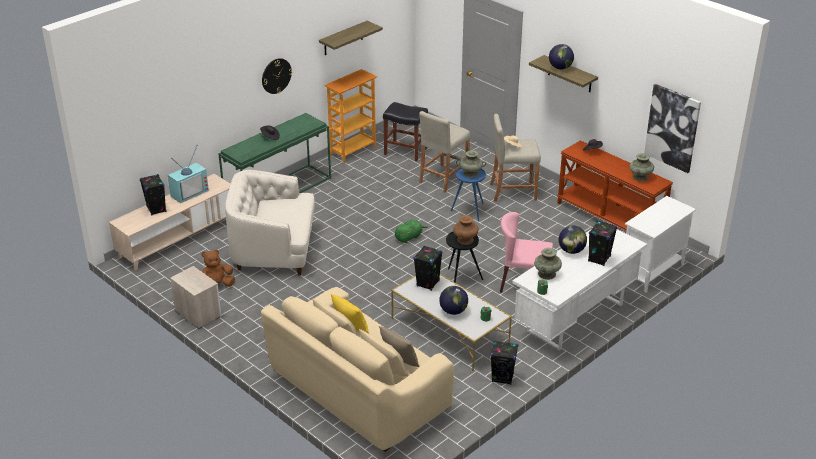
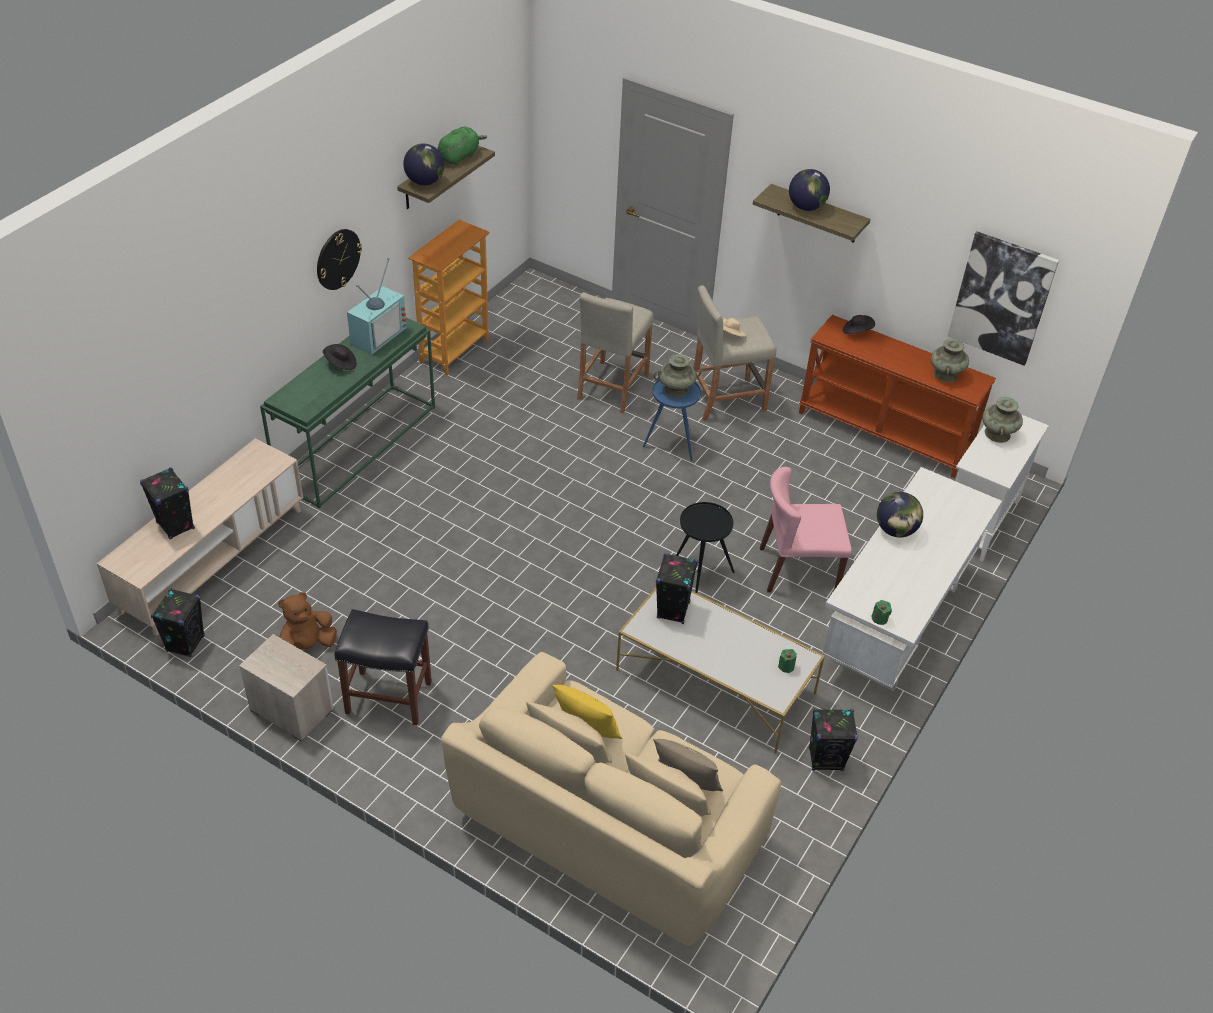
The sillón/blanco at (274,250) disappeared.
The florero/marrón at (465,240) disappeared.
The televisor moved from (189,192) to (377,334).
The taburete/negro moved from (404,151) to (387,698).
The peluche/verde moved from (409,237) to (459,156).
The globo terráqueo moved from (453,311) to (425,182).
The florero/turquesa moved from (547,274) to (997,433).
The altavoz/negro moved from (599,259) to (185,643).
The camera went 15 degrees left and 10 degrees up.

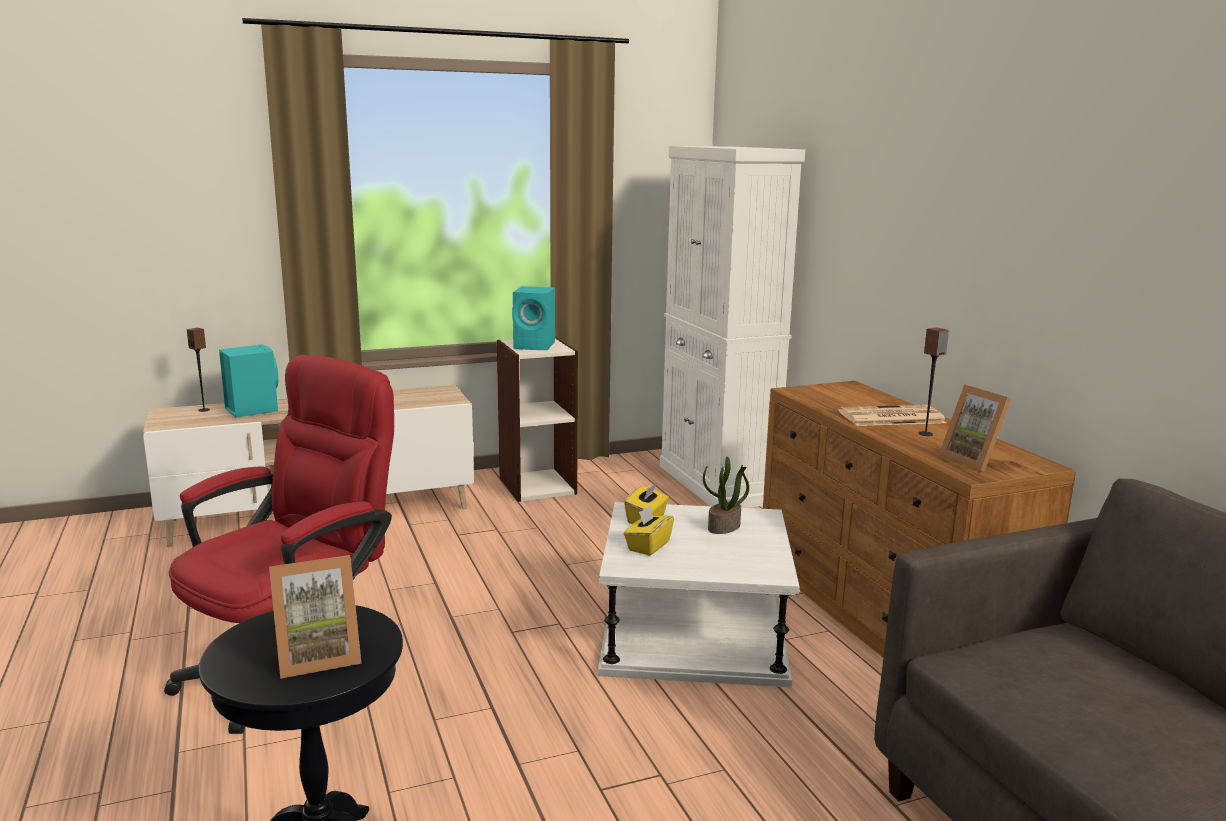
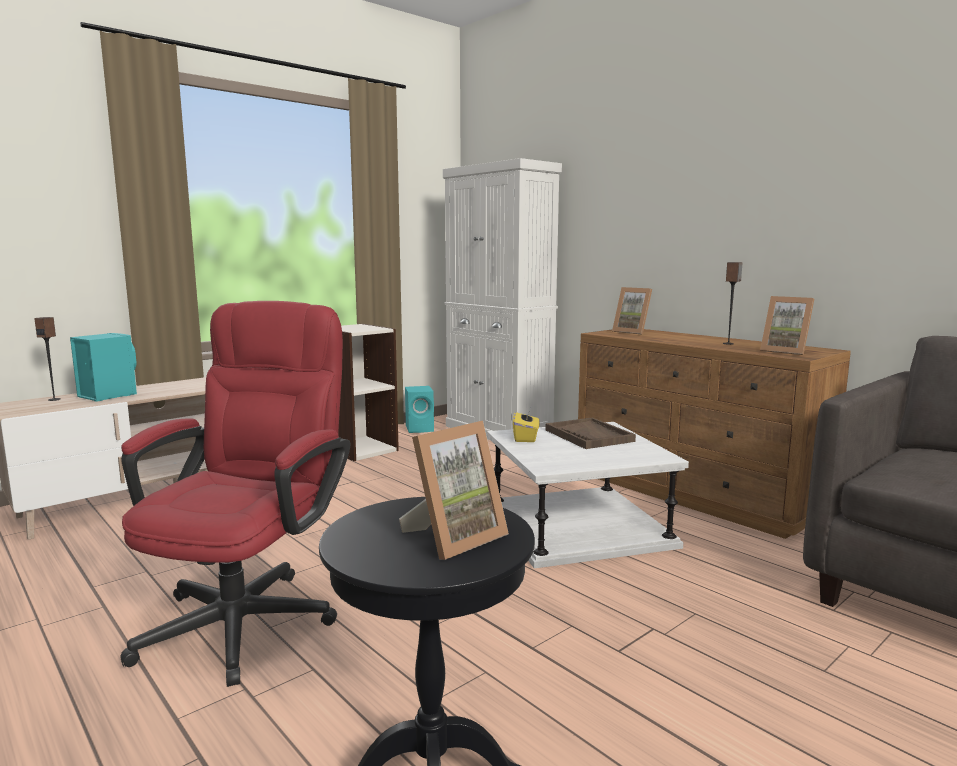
The caja de pañuelos/amarillo at (648,546) disappeared.
The periódico at (890,417) disappeared.
The portarretratos at (633,332) appeared.
The altavoz/turquesa moved from (536,346) to (421,429).
The planta en maceta at (724,527) was replaced by the bandeja/marrón at (589,435).
The camera went 20 degrees left and 5 degrees down.

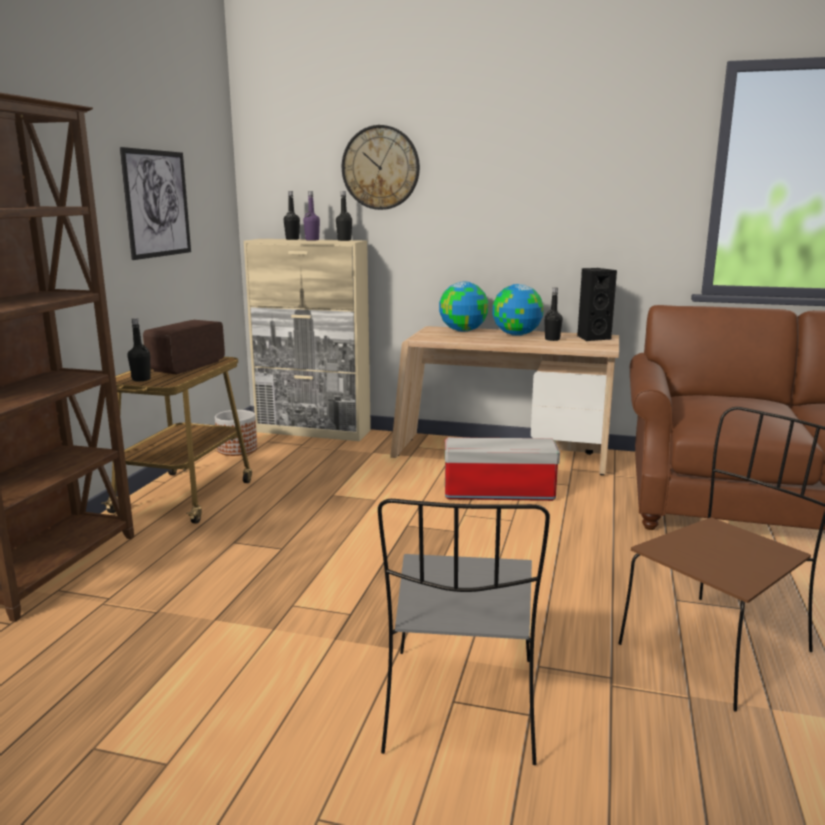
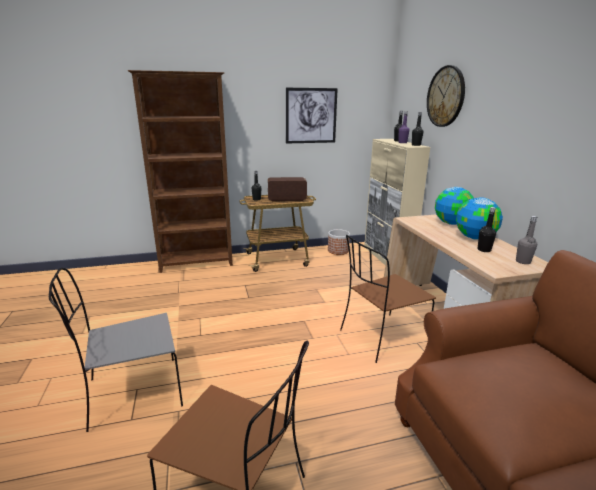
The caja de almacenaje at (497,493) was replaced by the silla/marrón at (382,337).
The altavoz/negro at (592,338) was replaced by the botella/gris at (523,261).
The camera went 60 degrees right and 5 degrees up.

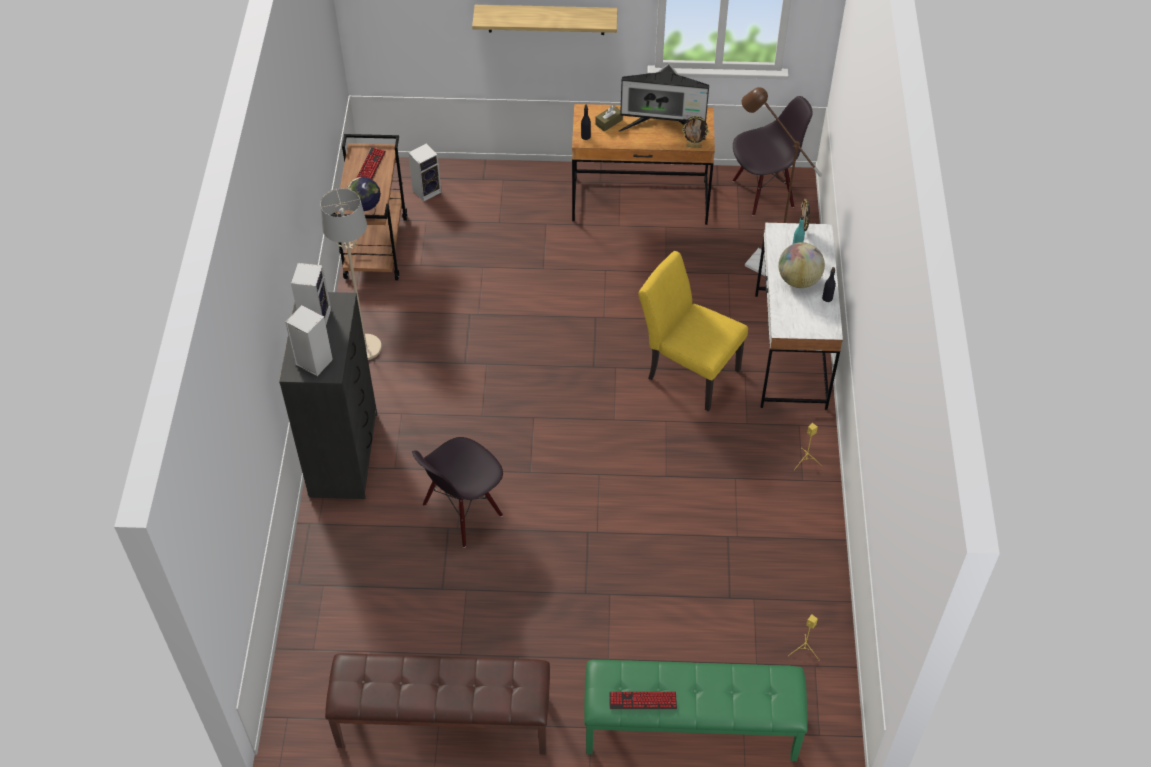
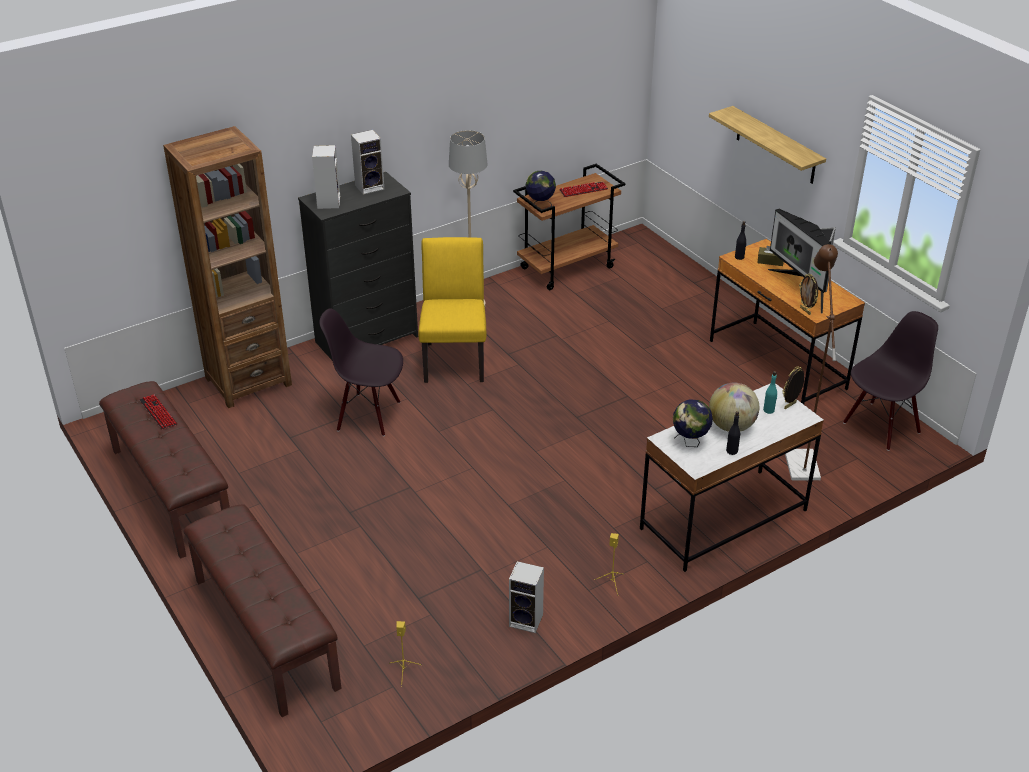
The estantería/marrón at (248,381) appeared.
The globo terráqueo at (690,442) appeared.
The altavoz moved from (427,190) to (527,620).
The teclado moved from (642,701) to (158,413).
The silla/amarillo moved from (687,371) to (455,358).
The banco/verde at (690,729) became the banco/marrón at (264,632).
The silla/negro at (763,193) turned 75 degrees counterclockwise.
The camera went 55 degrees right and 15 degrees down.

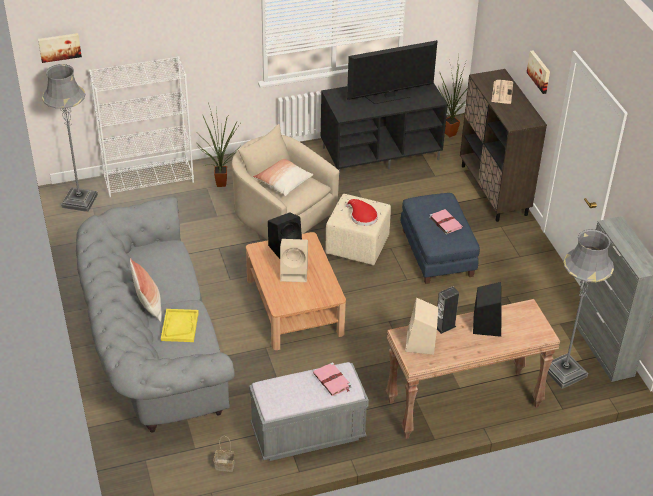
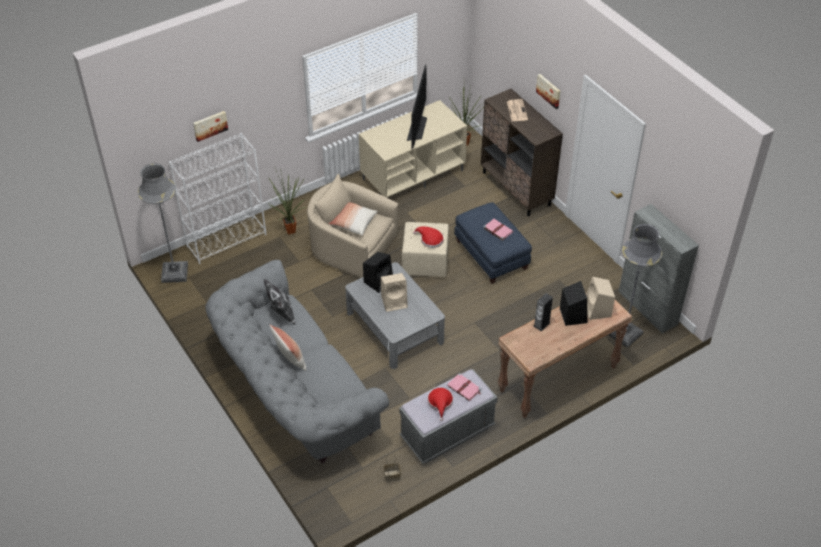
The bandeja/amarillo at (179,326) disappeared.
The cojín at (281,315) appeared.
The sombrero/rojo at (440,403) appeared.
The cuadro moved from (59,47) to (210,125).
The altavoz/beis moved from (420,343) to (597,310).
The mesa de centro/marrón at (294,306) became the mesa de centro/gris at (394,327).
The mueble de televisión/negro at (381,153) became the mueble de televisión/beis at (413,174).
The televisor at (389,96) turned 45 degrees counterclockwise.
The camera went 15 degrees left and 5 degrees up.

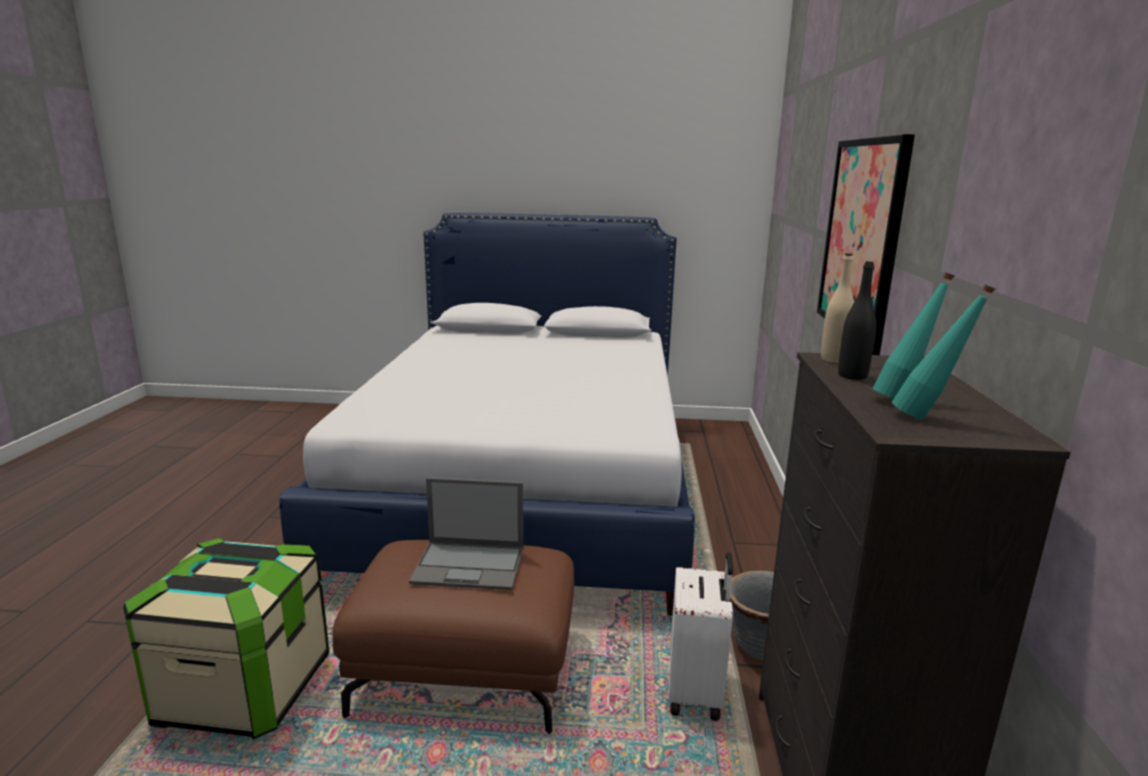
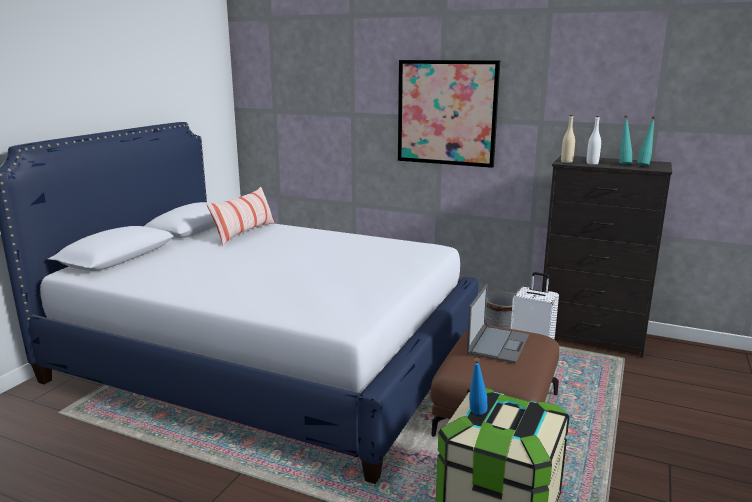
The cojín at (244,233) appeared.
The botella/azul at (476,416) appeared.
The botella/negro at (852,376) became the botella/blanco at (592,163).
The camera went 70 degrees left and 0 degrees up.

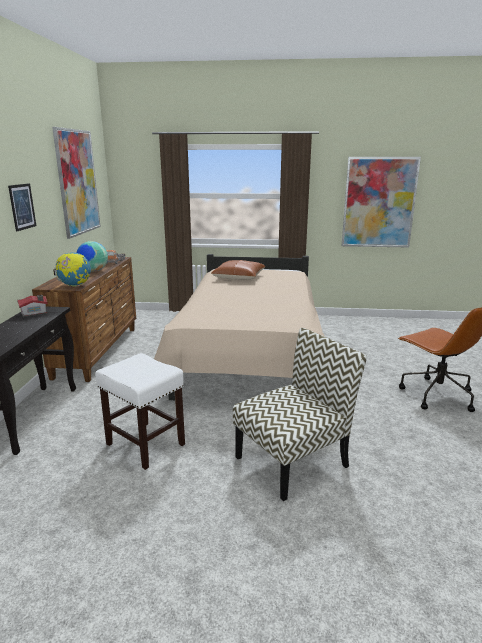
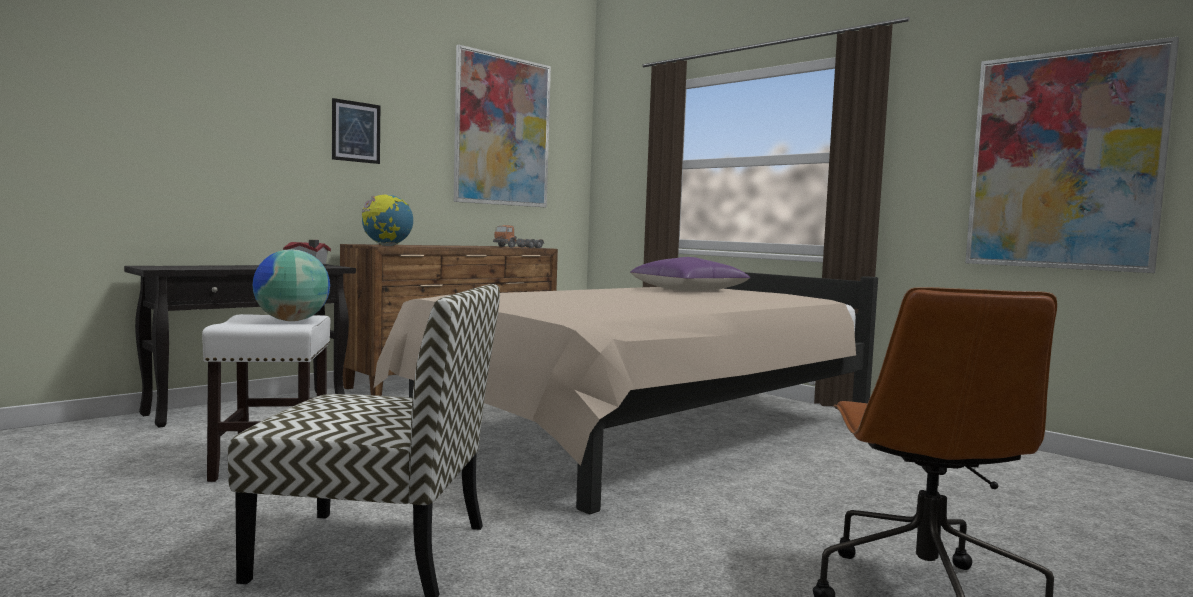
The globo terráqueo moved from (93,271) to (291,321).
The cojín/marrón at (239,277) became the cojín/morado at (688,290).
The camera went 40 degrees right and 15 degrees down.

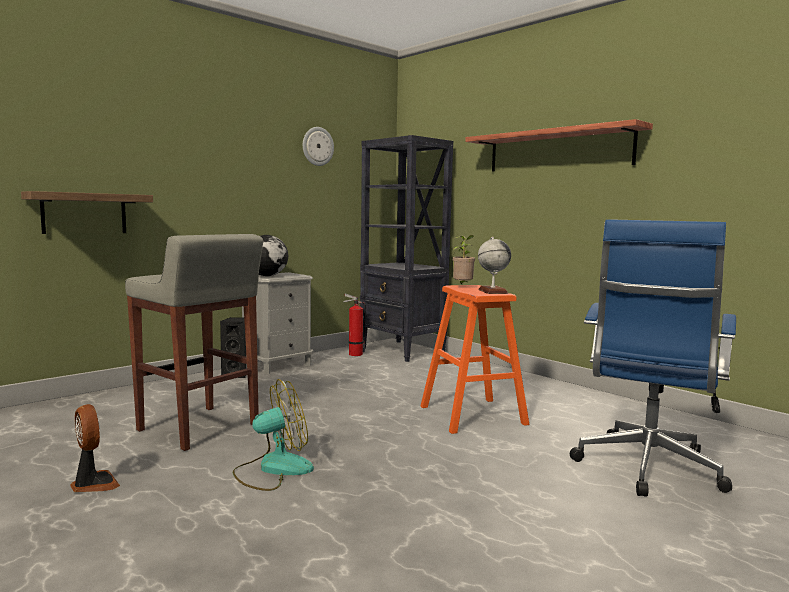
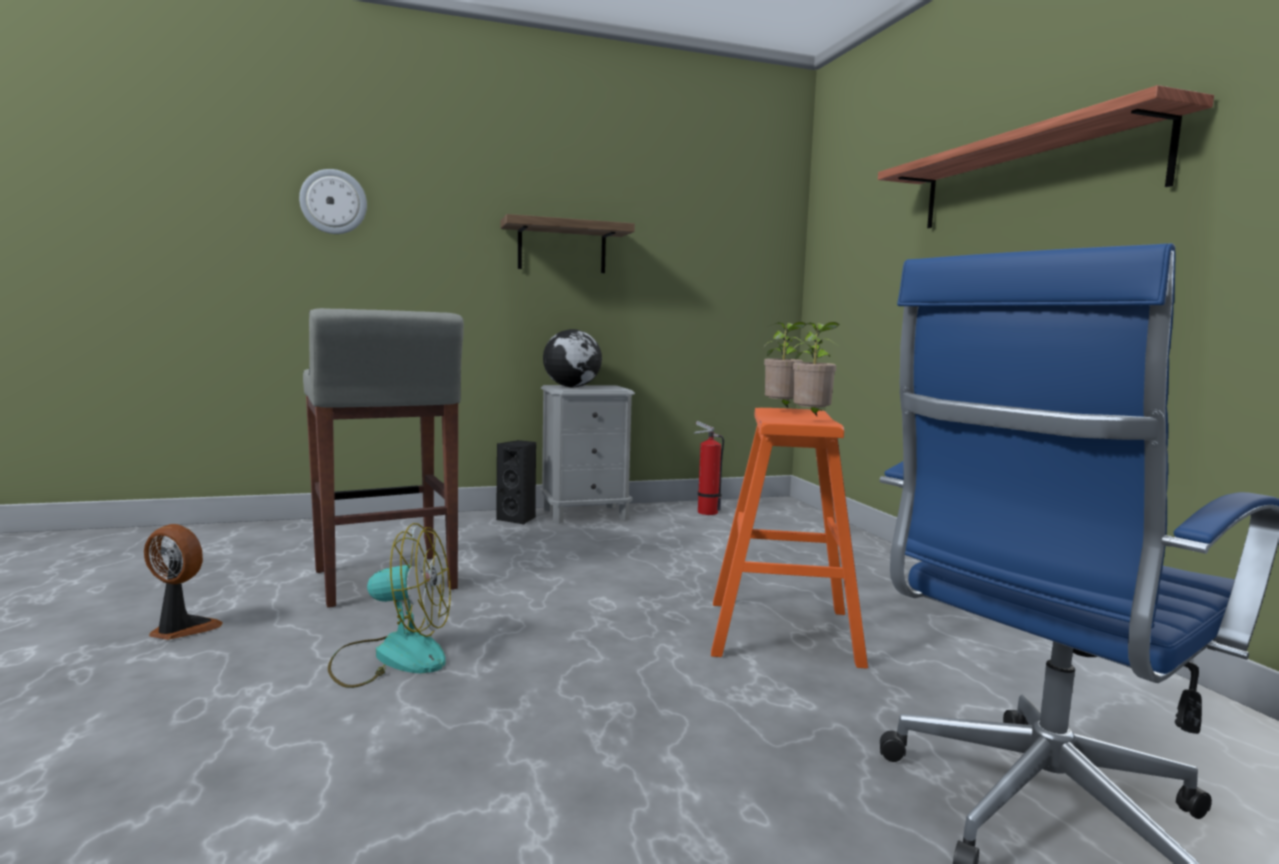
The estantería/negro at (403,351) disappeared.
The estante moved from (84,213) to (562,247).
The reloj de pared moved from (317,146) to (333,202).
The globo terráqueo at (492,291) was replaced by the planta en maceta at (812,419).
The ventilador at (93,484) turned 60 degrees counterclockwise.
The camera went 25 degrees right and 0 degrees up.

